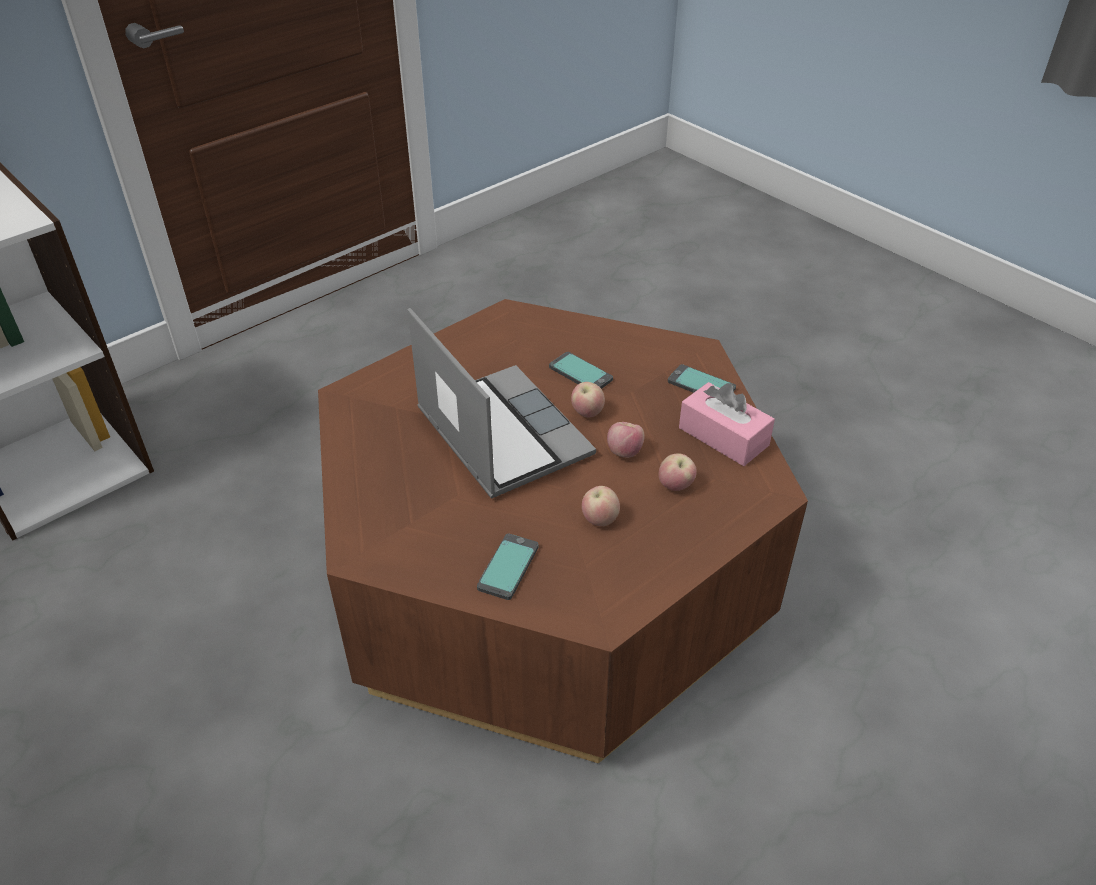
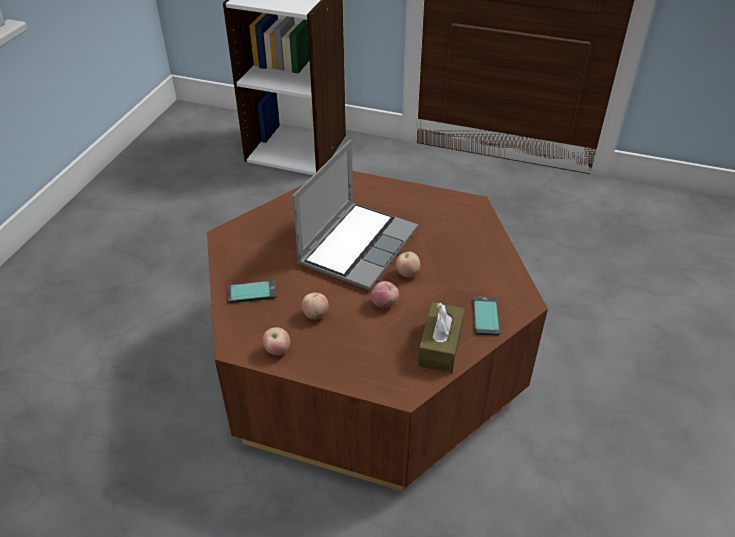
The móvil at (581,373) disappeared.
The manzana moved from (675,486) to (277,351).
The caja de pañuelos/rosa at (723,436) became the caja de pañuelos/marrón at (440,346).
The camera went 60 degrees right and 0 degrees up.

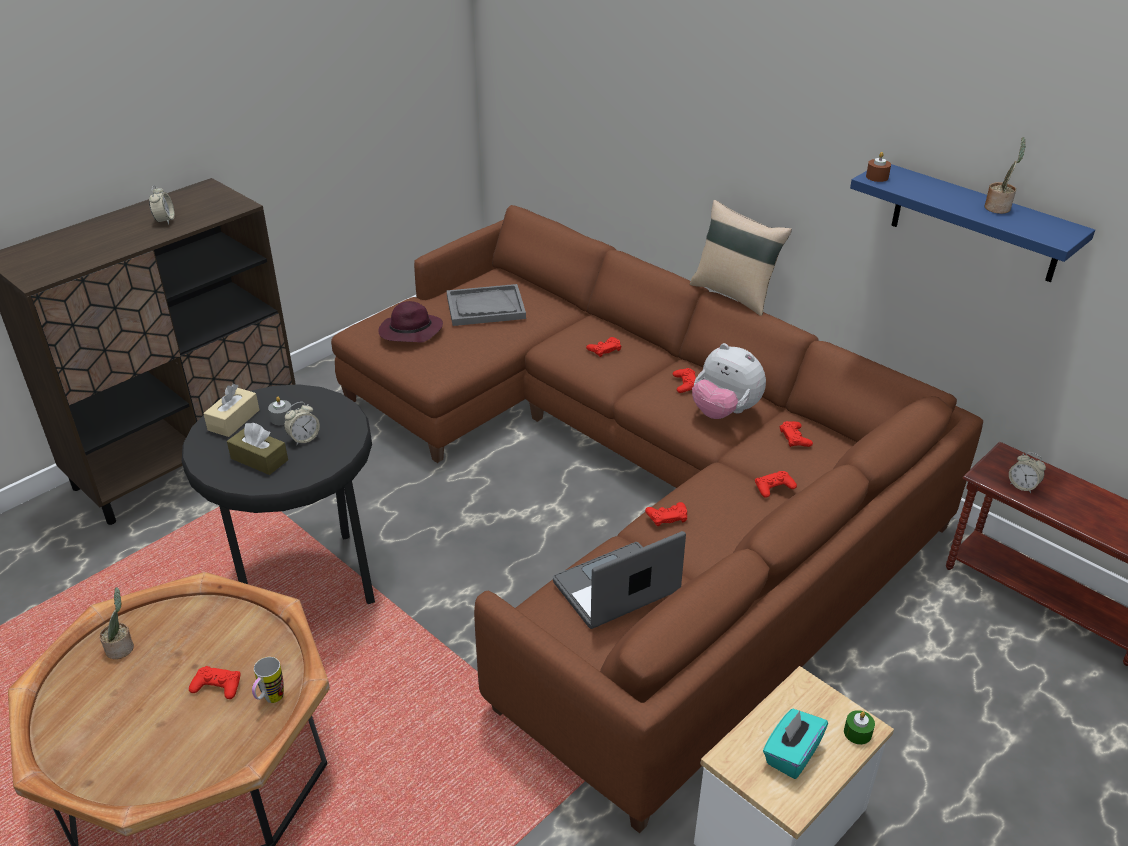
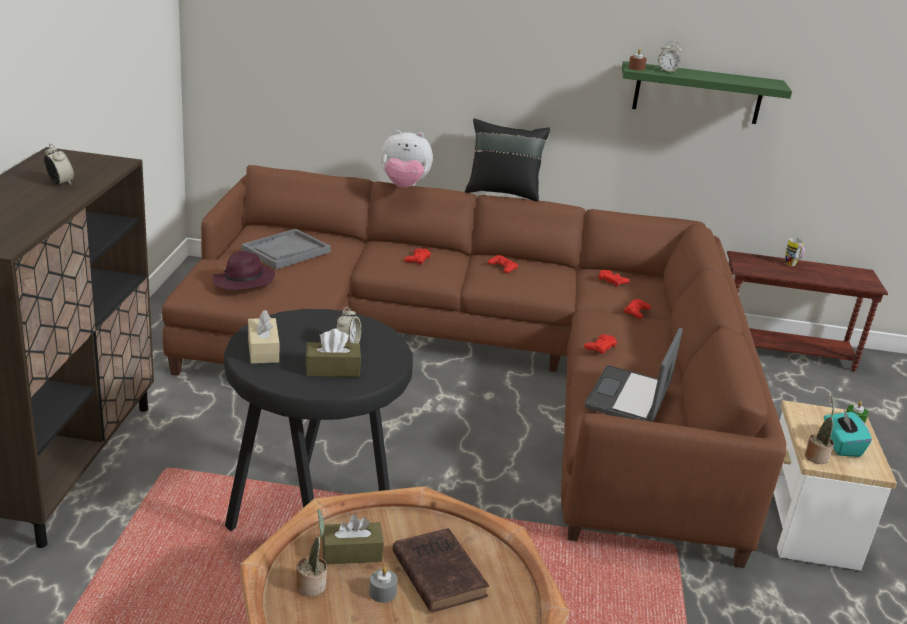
The caja de pañuelos/marrón at (351,553) appeared.
The taza grande moved from (270,700) to (792,265).
The vela/gris moved from (282,418) to (382,592).
The peluche moved from (725,412) to (404,186).
The planta en maceta moved from (998,207) to (816,456).
The despertador moved from (1022,486) to (667,71).
The mando de consola/rojo at (217,686) was replaced by the libro/marrón at (437,573).
The cojín/beis at (734,294) became the cojín/negro at (502,192).
The estante/azul at (975,223) became the estante/verde at (698,93).
The camera went 40 degrees left and 10 degrees down.

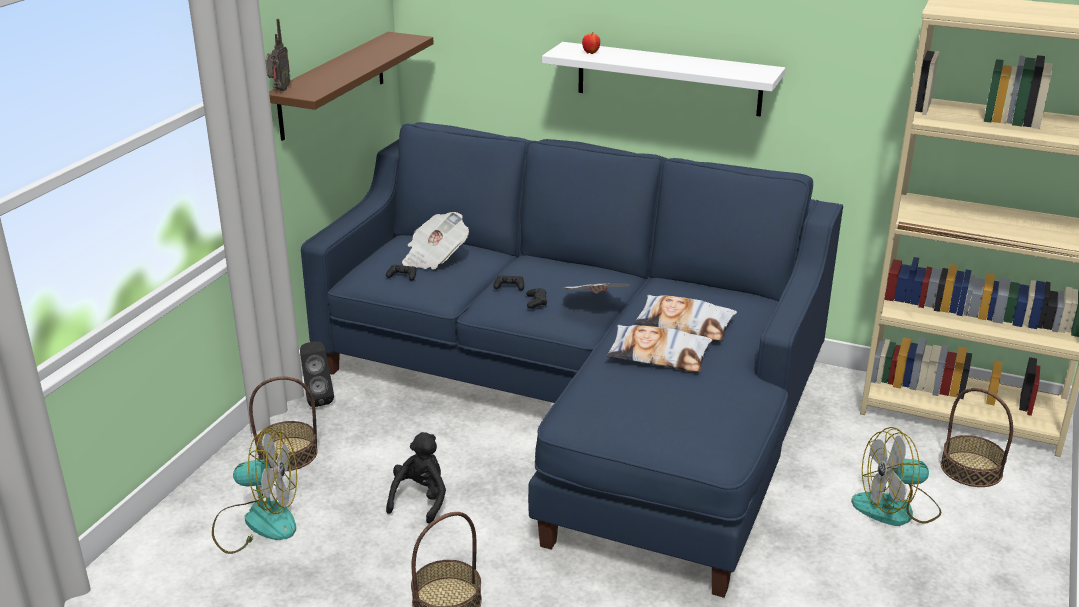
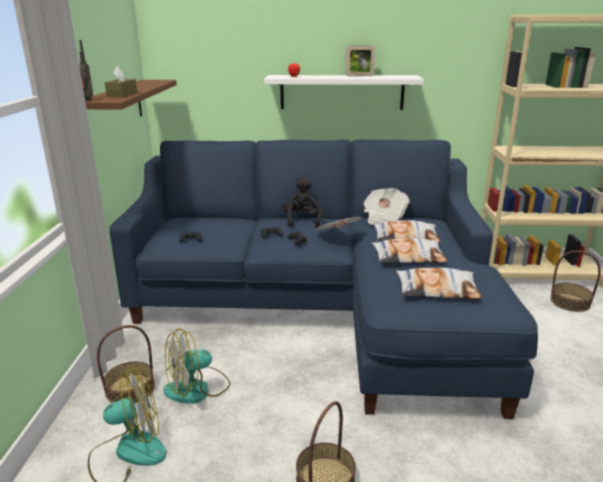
The altavoz/negro at (317,398) disappeared.
The caja de pañuelos/marrón at (122,95) appeared.
The portarretratos at (359,76) appeared.
The cojín at (437,289) appeared.
The peluche/negro moved from (420,499) to (302,221).
The periódico moved from (434,258) to (383,218).
The ventilador moved from (896,508) to (197,389).
The camera went 20 degrees left and 5 degrees down.

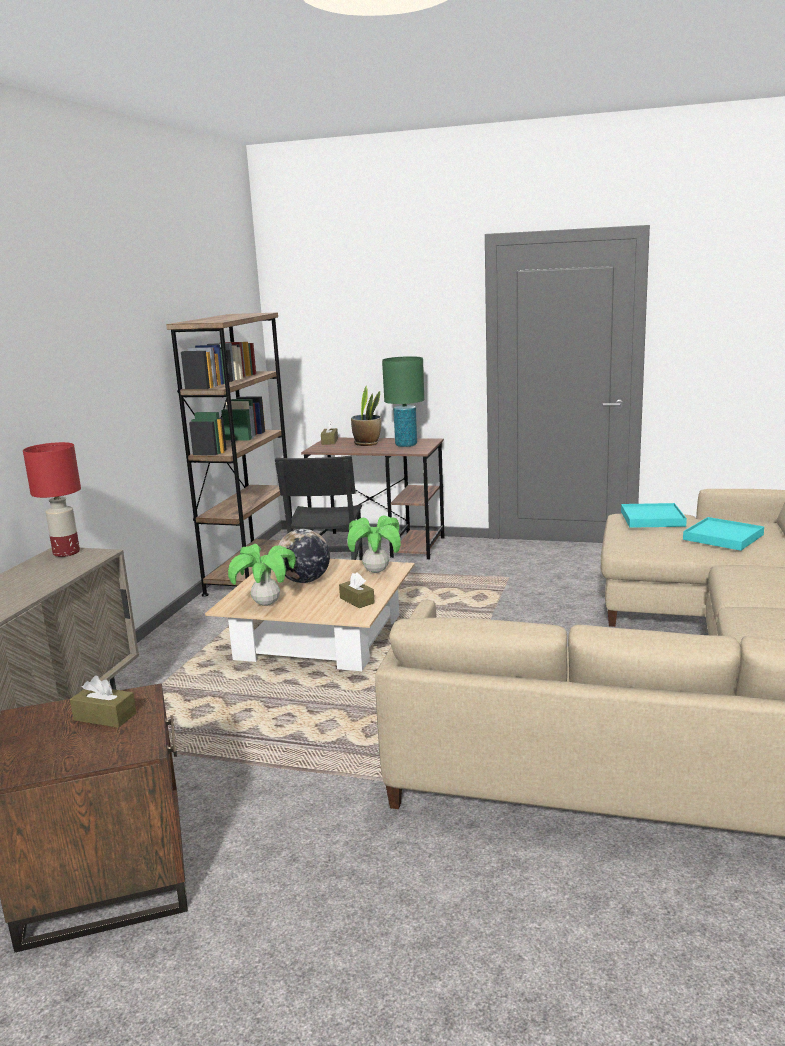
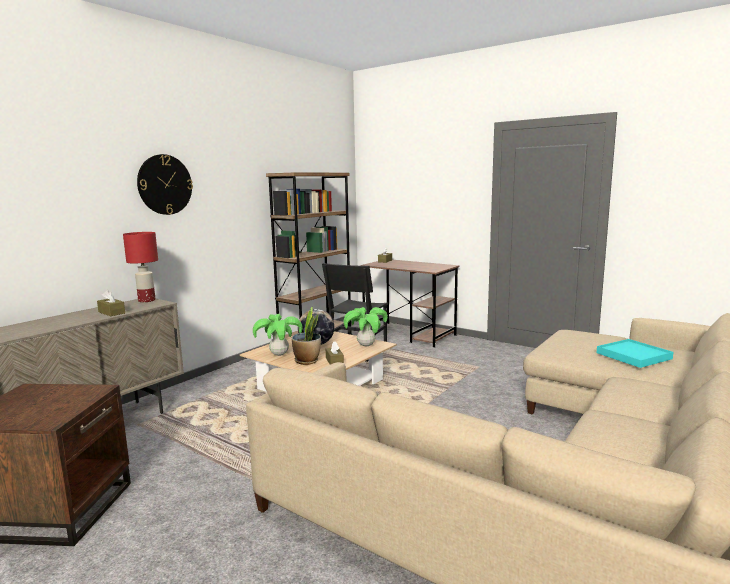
The lámpara de mesa/verde at (406,445) disappeared.
The bandeja/turquesa at (652,519) disappeared.
The reloj de pared at (165,184) appeared.
The caja de pañuelos/marrón moved from (105,717) to (111,312).
The planta en maceta moved from (367,443) to (307,361).
The camera went 20 degrees right and 5 degrees down.

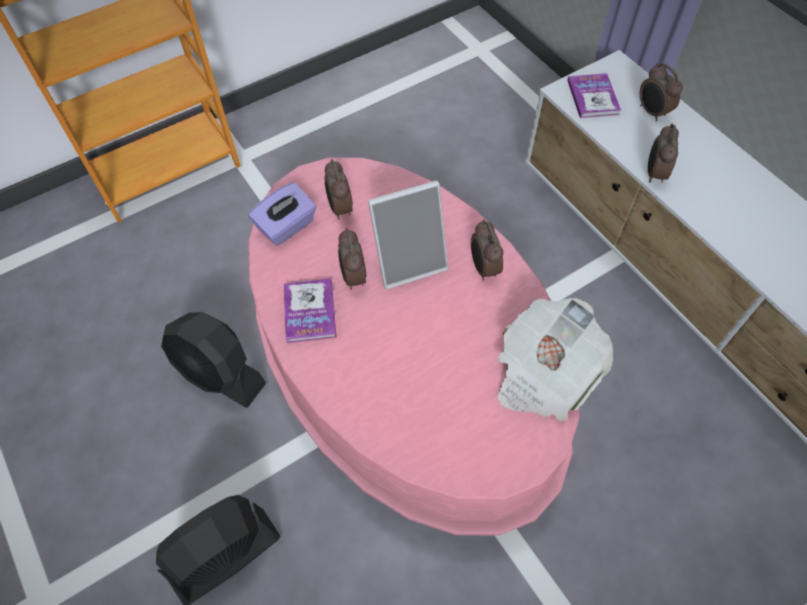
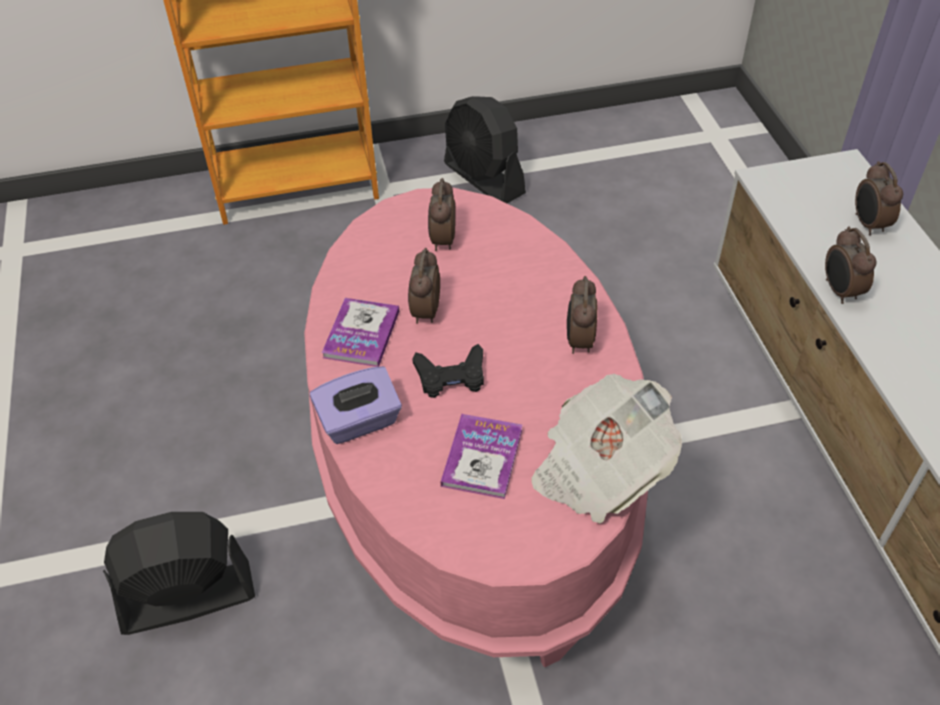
The portarretratos at (409,261) disappeared.
The mando de consola/negro at (451,376) appeared.
The ventilador/negro moved from (220,374) to (484,179).
The caja de pañuelos/morado moved from (286,226) to (359,422).
The libro moved from (593,97) to (482,457).
The despertador at (654,173) turned 45 degrees counterclockwise.
The camera went 20 degrees right and 10 degrees down.

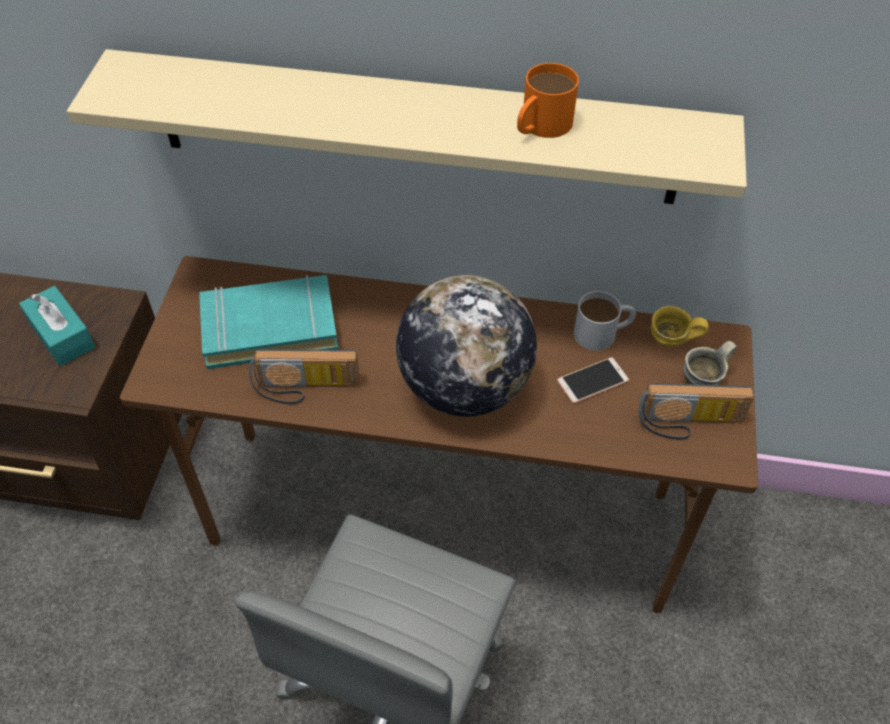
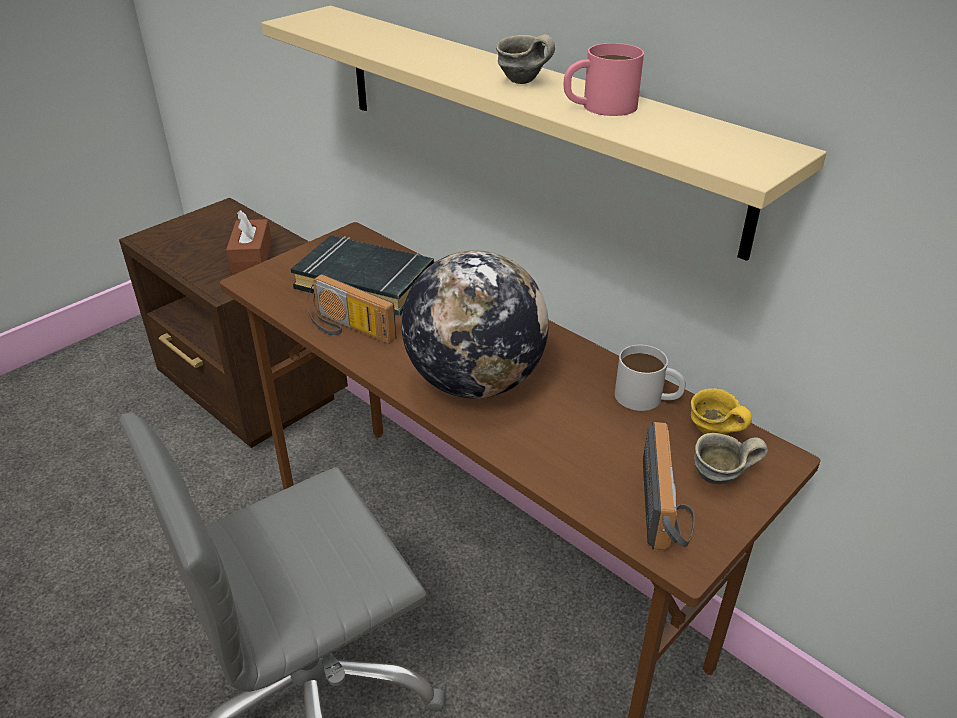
The móvil at (592,381) disappeared.
The taza grande/gris at (522,83) appeared.
The caja de pañuelos/turquesa at (62,335) became the caja de pañuelos/marrón at (251,257).
The libro/turquesa at (269,327) became the libro/negro at (365,282).
The taza grande/naranja at (540,126) became the taza grande/rosa at (599,106).
The radio at (689,424) turned 120 degrees counterclockwise.
The camera went 35 degrees right and 15 degrees down.

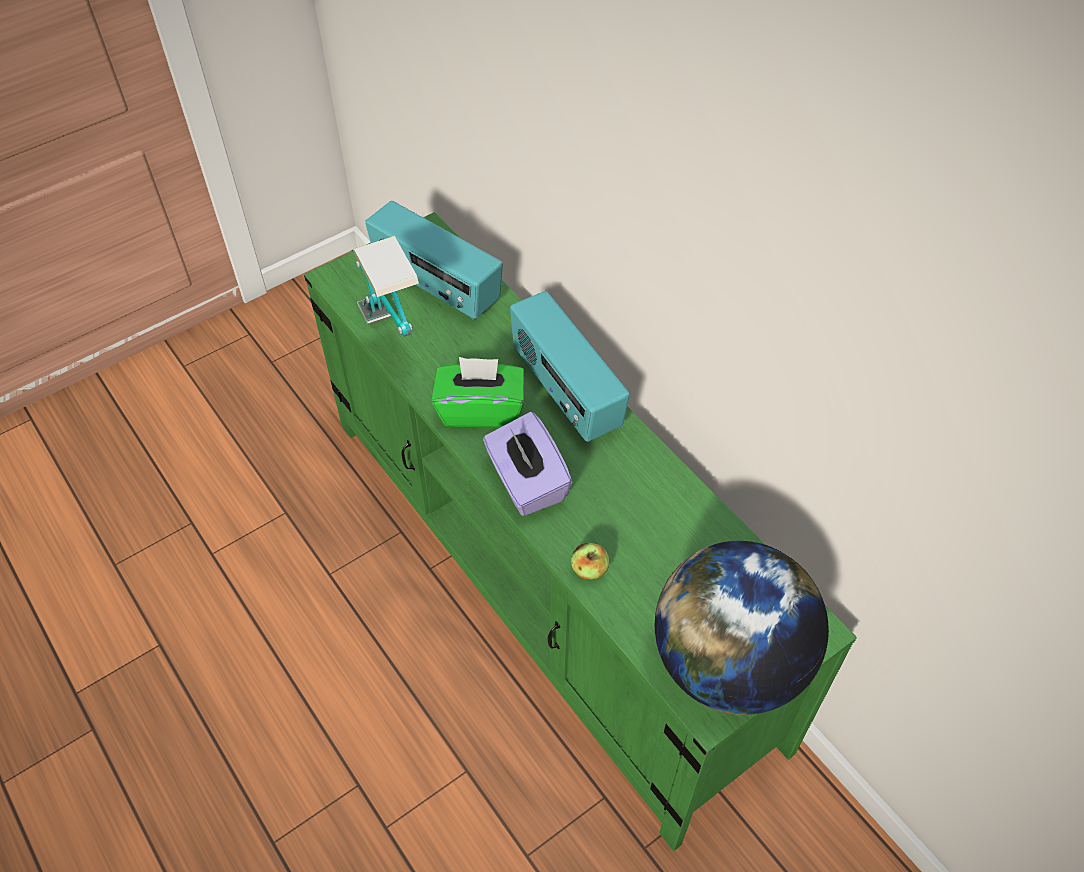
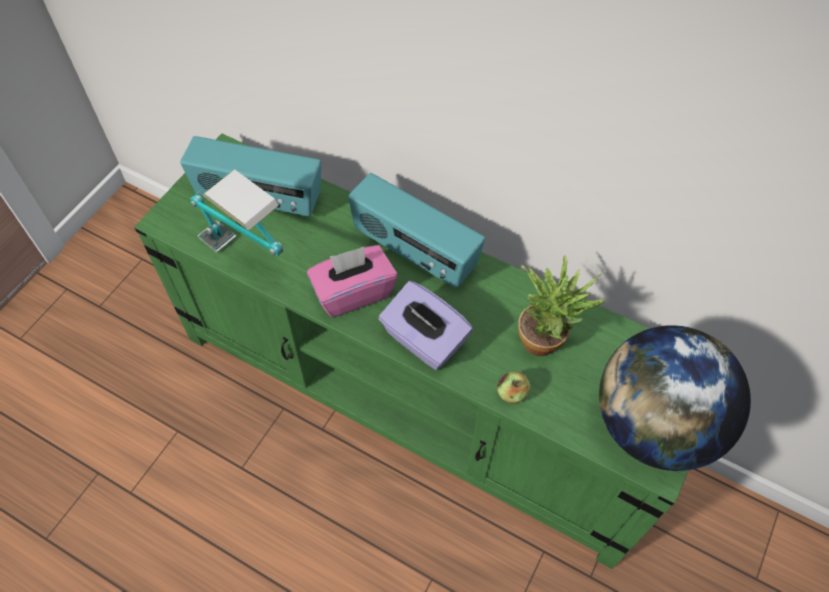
The planta en maceta at (546,338) appeared.
The caja de pañuelos/verde at (480,409) became the caja de pañuelos/rosa at (353,292).
The camera went 25 degrees left and 5 degrees up.

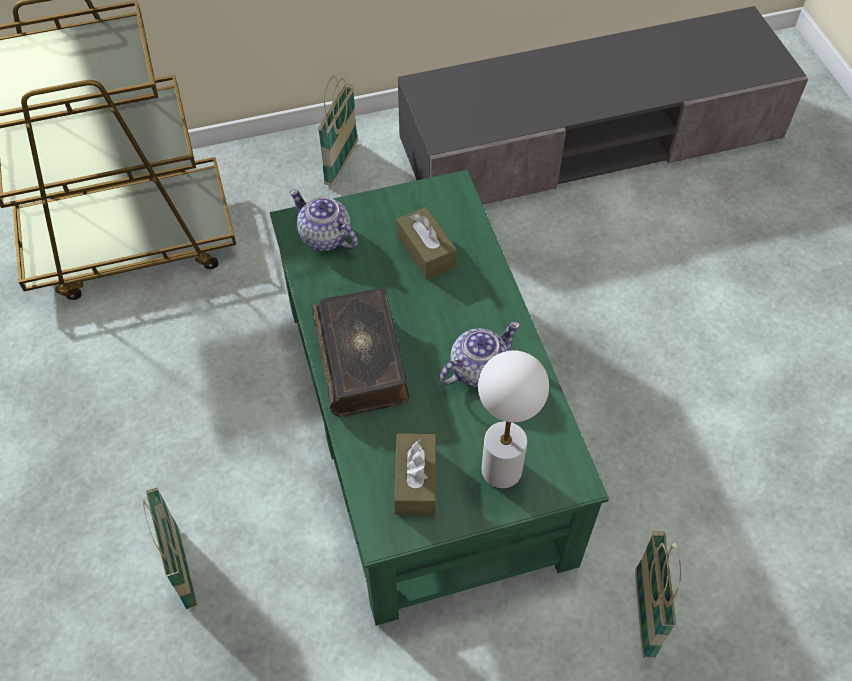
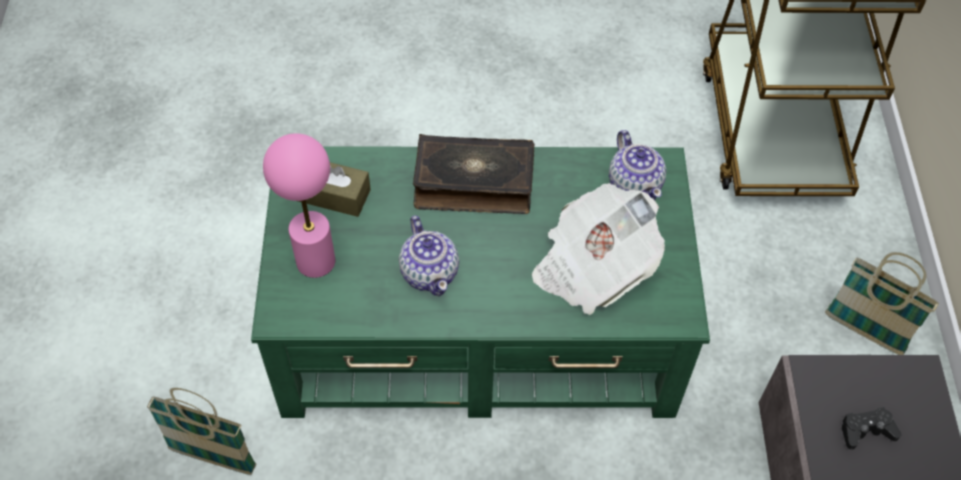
The cesta at (183,569) disappeared.
The mando de consola/negro at (866,430) appeared.
The caja de pañuelos/marrón at (426,251) was replaced by the periódico at (592,266).
The lámpara de mesa/blanco at (501,469) became the lámpara de mesa/rosa at (316,261).
The tetera at (325,238) turned 105 degrees clockwise.
The camera went 105 degrees right and 0 degrees up.

